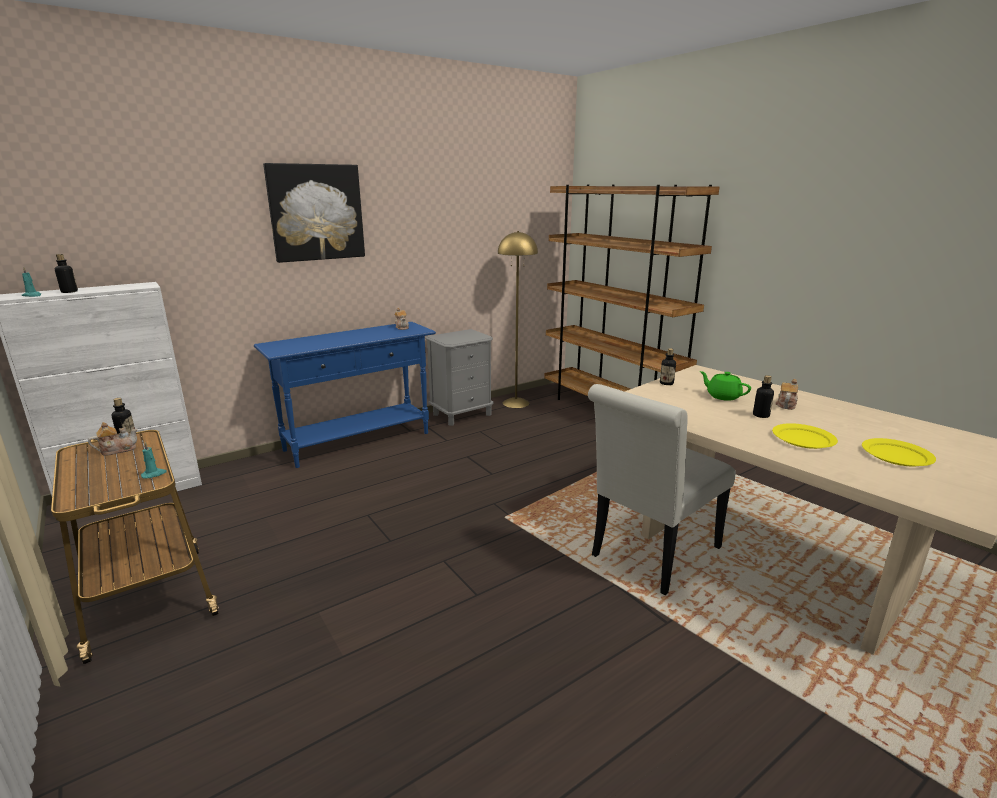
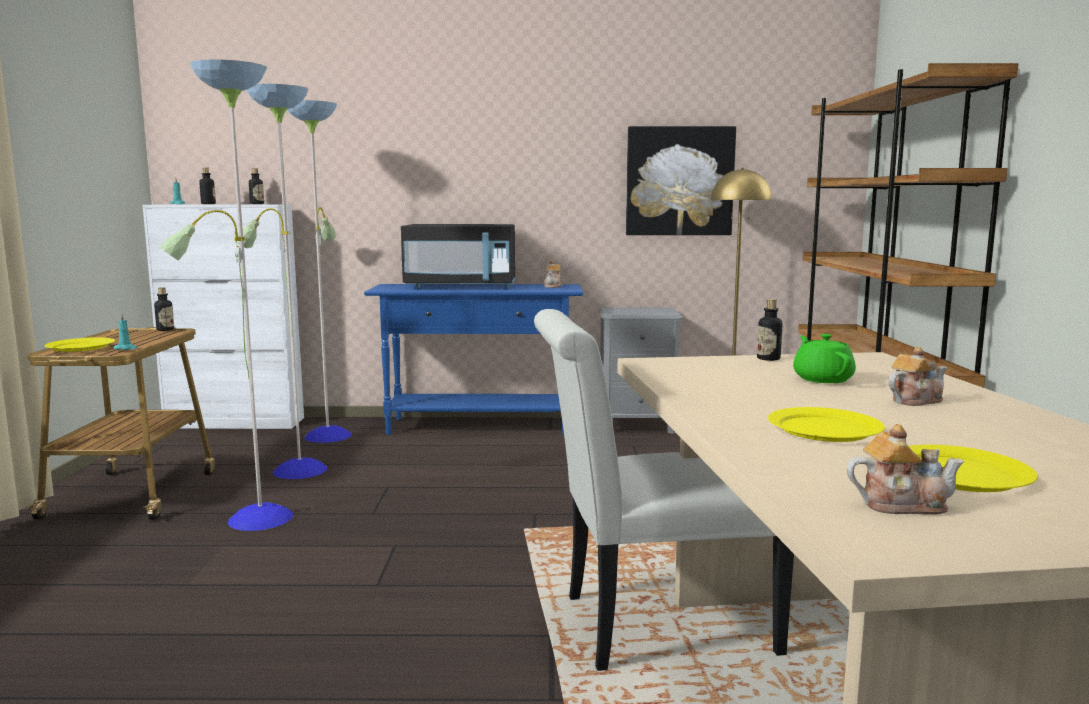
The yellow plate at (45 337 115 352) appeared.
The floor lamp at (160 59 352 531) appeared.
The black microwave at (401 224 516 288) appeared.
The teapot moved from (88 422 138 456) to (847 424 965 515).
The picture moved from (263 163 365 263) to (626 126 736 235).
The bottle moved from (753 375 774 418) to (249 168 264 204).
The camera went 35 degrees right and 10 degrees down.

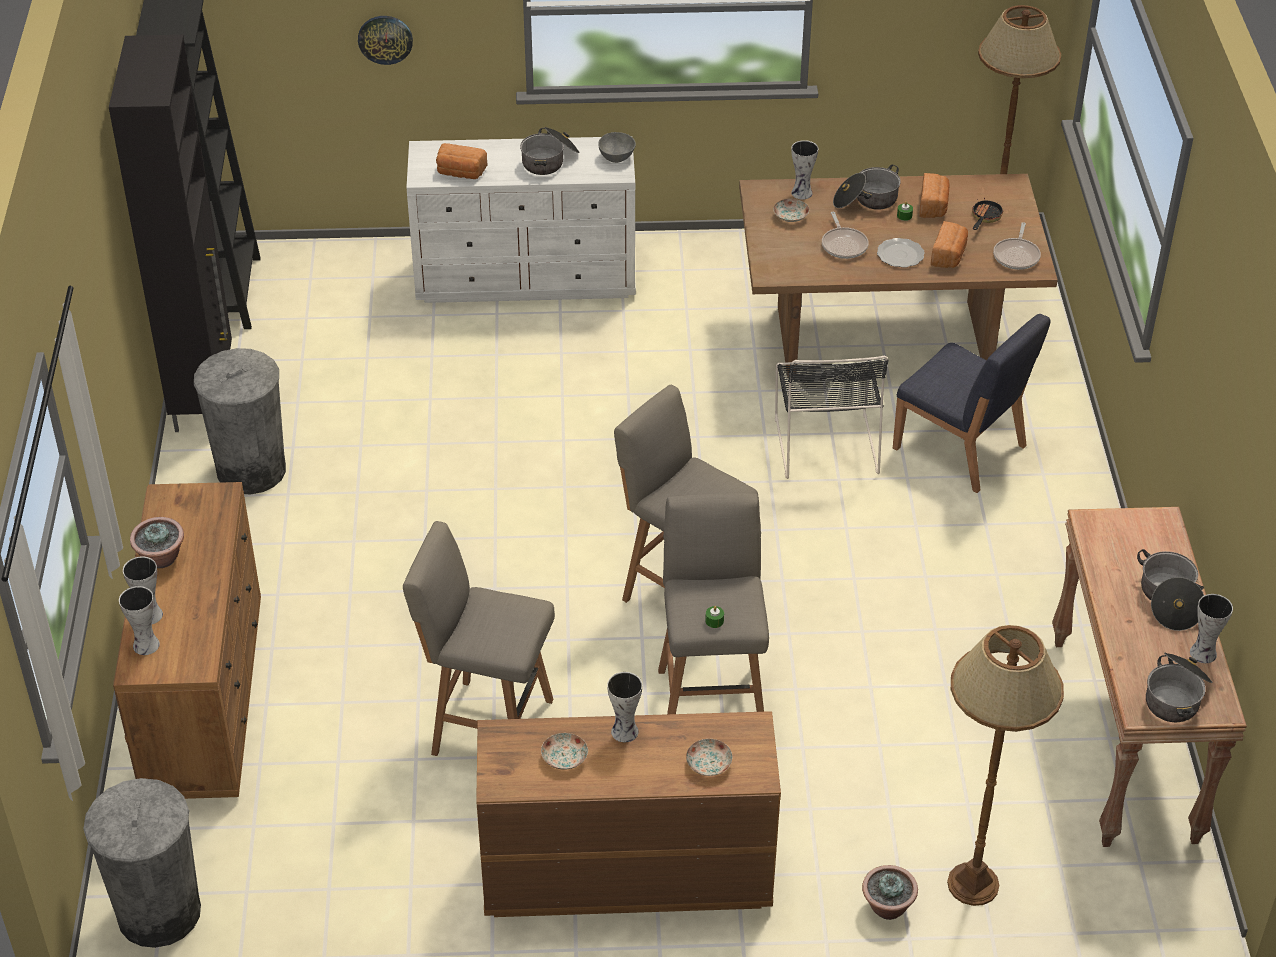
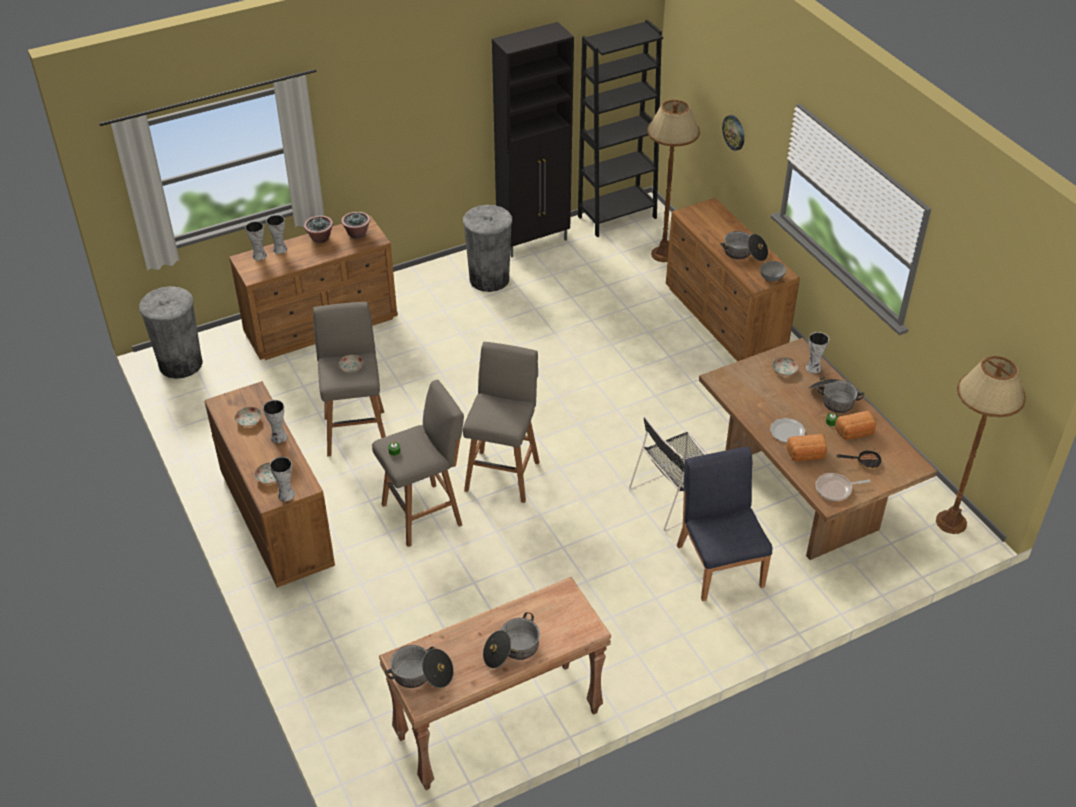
The bread at (436 143 488 179) disappeared.
The frying pan at (822 212 869 259) disappeared.
The plate at (338 355 364 373) appeared.
The potted plant moved from (862 865 918 920) to (341 212 370 239).
The brown floor lamp moved from (947 625 1064 906) to (647 100 700 262).
The vase moved from (1190 594 1233 663) to (270 457 295 501).
The white dresser at (406 136 636 303) became the brown dresser at (666 198 800 362).
The blue chair at (893 314 1051 493) turned 150 degrees clockwise.
The camera went 65 degrees right and 0 degrees up.

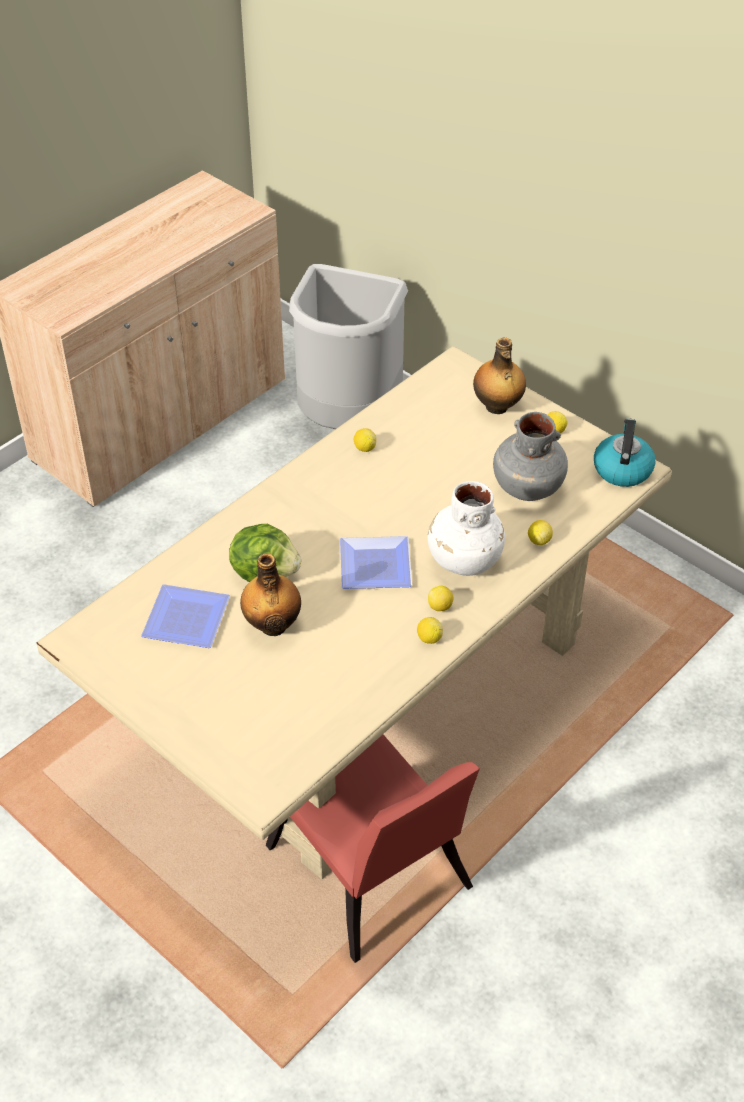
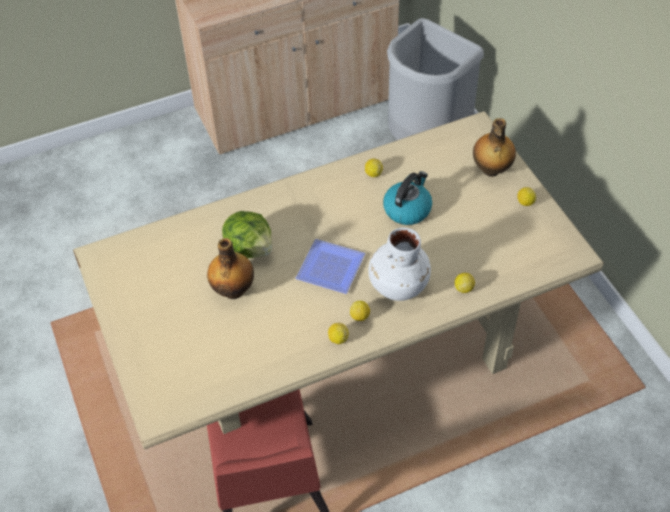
The plate at (141 584 230 648) disappeared.
The grey vase at (493 412 568 501) disappeared.
The kettle moved from (594 418 655 487) to (383 171 432 225).
The camera went 25 degrees right and 5 degrees up.

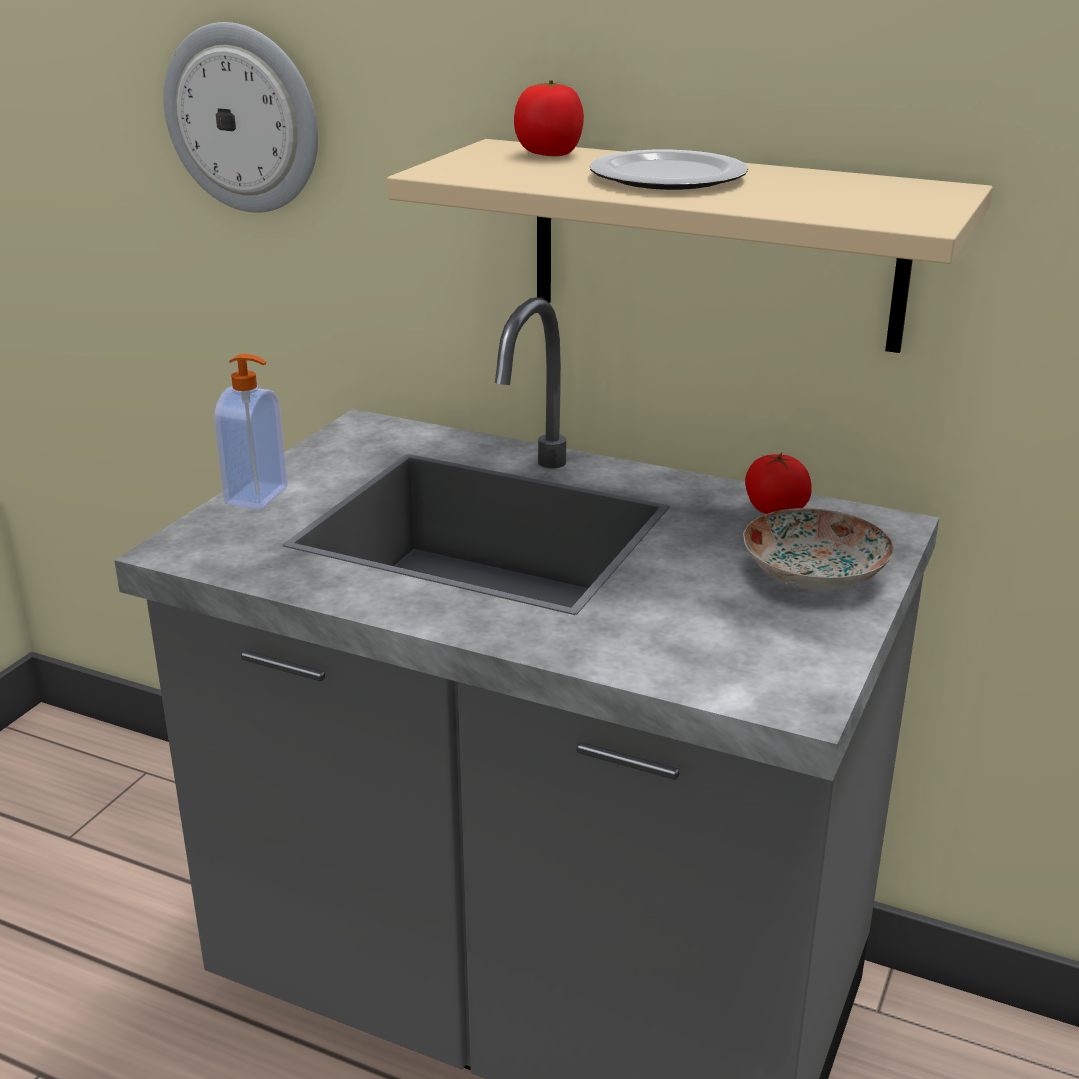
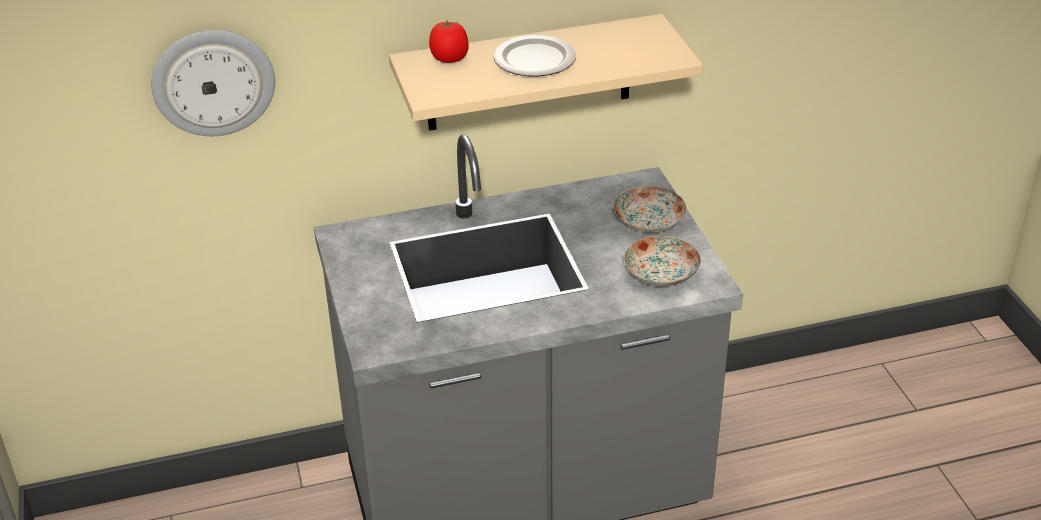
The soap dispenser at (214 354 287 510) disappeared.
The tomato at (745 453 812 514) disappeared.
The plate at (624 236 701 286) appeared.
The camera went 40 degrees left and 10 degrees up.

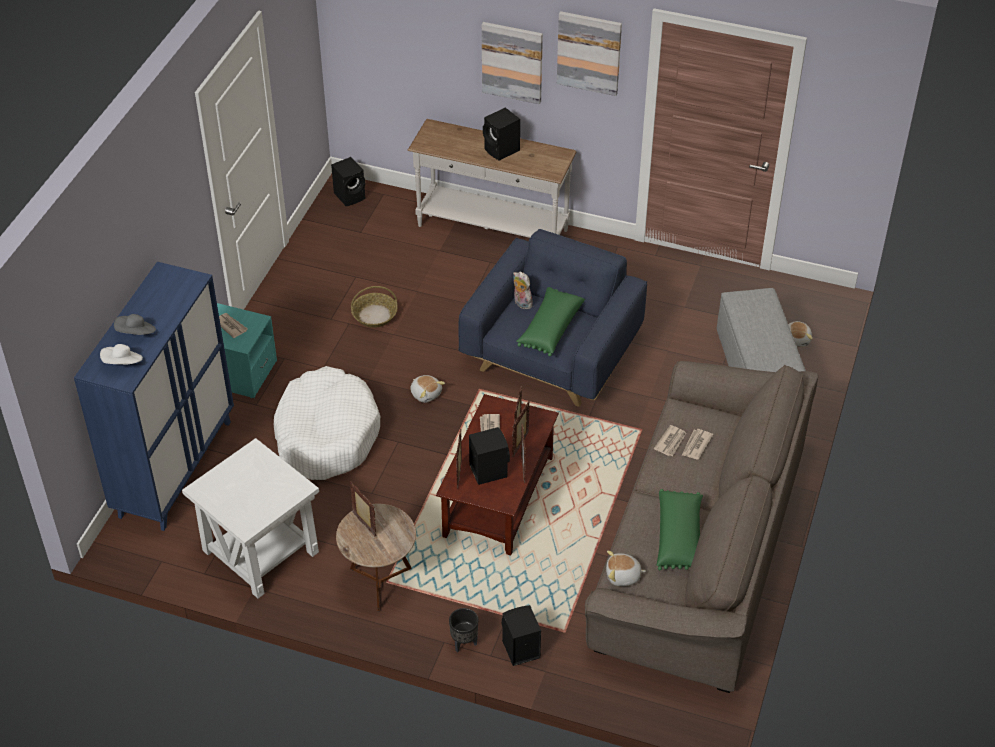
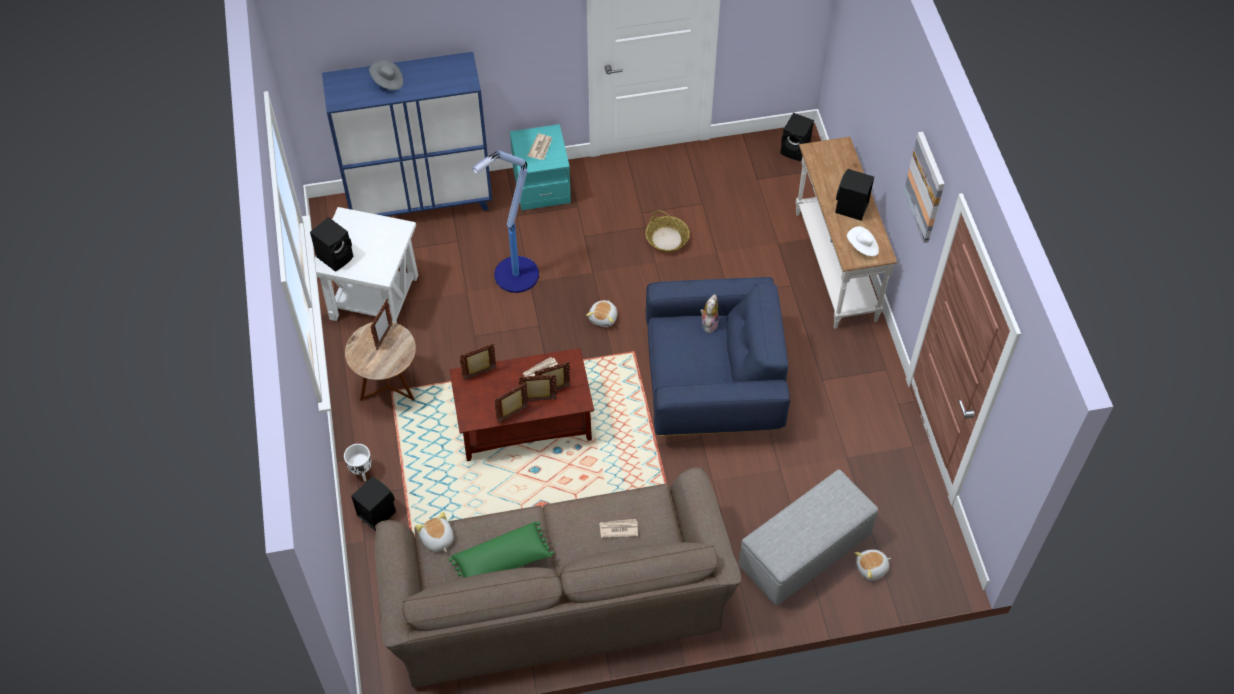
The picture at (482 22 543 104) disappeared.
The green pillow at (516 287 585 356) disappeared.
The newspaper at (654 425 686 456) disappeared.
The white hat moved from (100 344 143 364) to (847 226 879 256).
The black speaker moved from (469 427 510 485) to (310 217 354 272).
The white dog bed at (273 366 380 480) was replaced by the floor lamp at (472 150 539 293).
The black planter at (449 608 478 652) became the white planter at (344 444 372 482).
The camera went 60 degrees right and 10 degrees up.

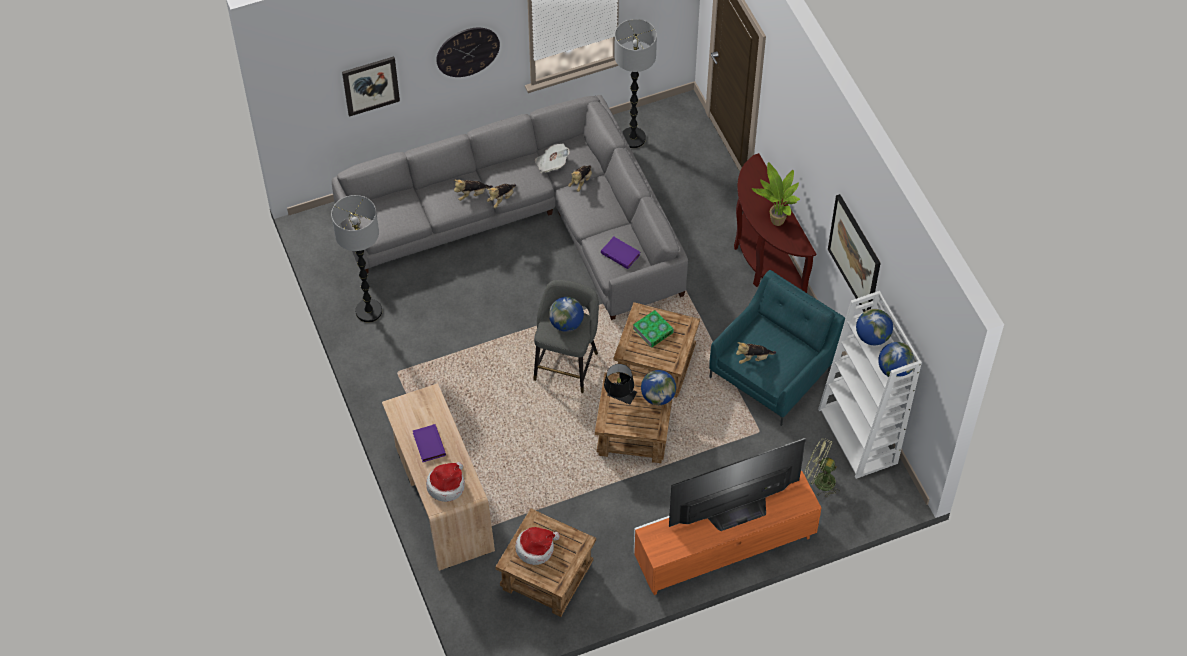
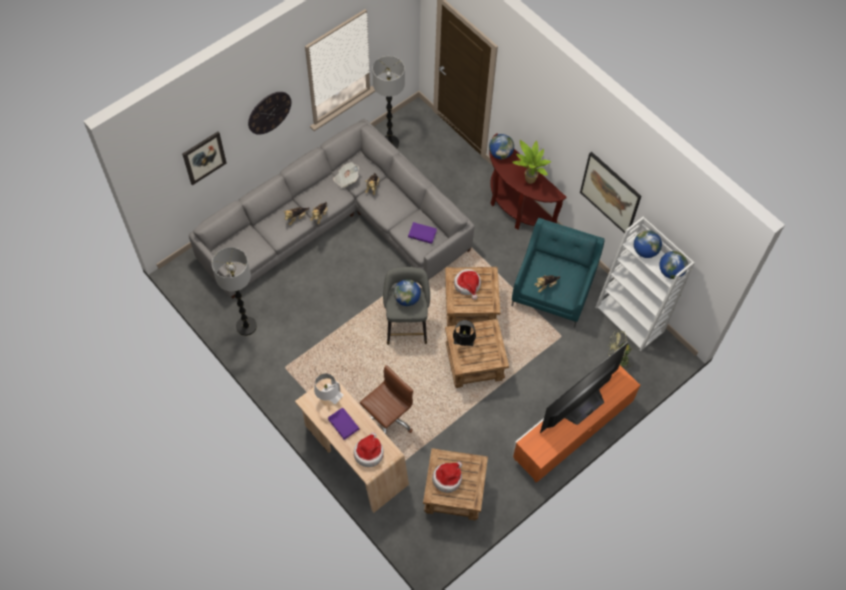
The white table lamp at (314 373 344 404) appeared.
The brown office chair at (360 365 413 434) appeared.
The globe moved from (641 370 676 405) to (489 134 514 159).
The book at (633 310 674 348) was replaced by the hat at (454 269 481 300).
The camera went 20 degrees left and 5 degrees up.

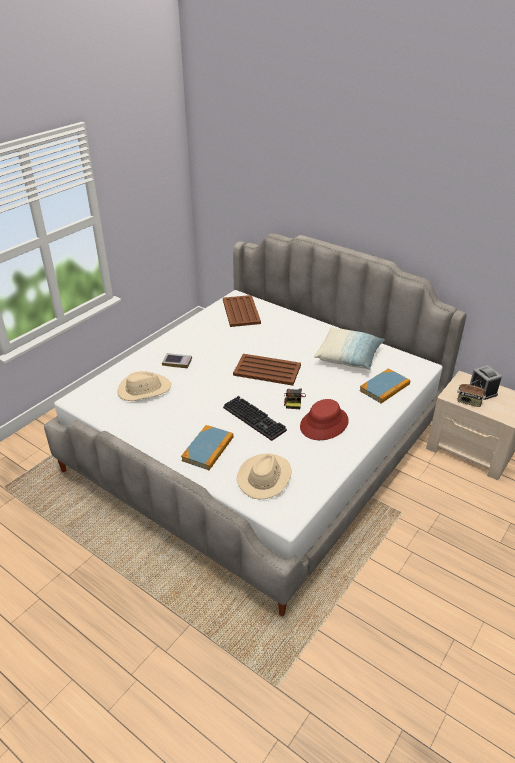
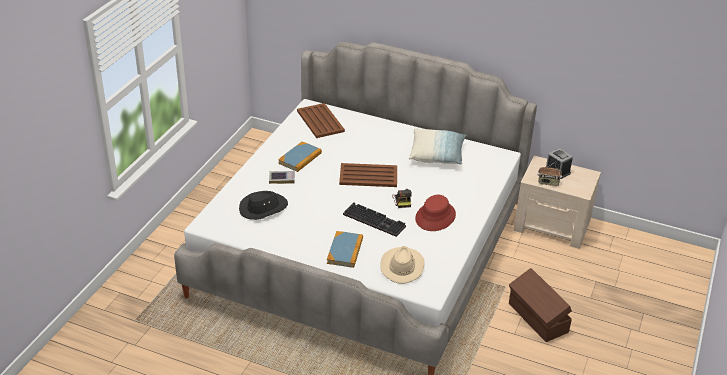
The brown storage box at (509 268 572 342) appeared.
The book moved from (359 368 410 403) to (278 141 322 172).
The beige hat at (118 371 171 401) became the black hat at (239 191 288 220).
The camera went 15 degrees left and 0 degrees up.

